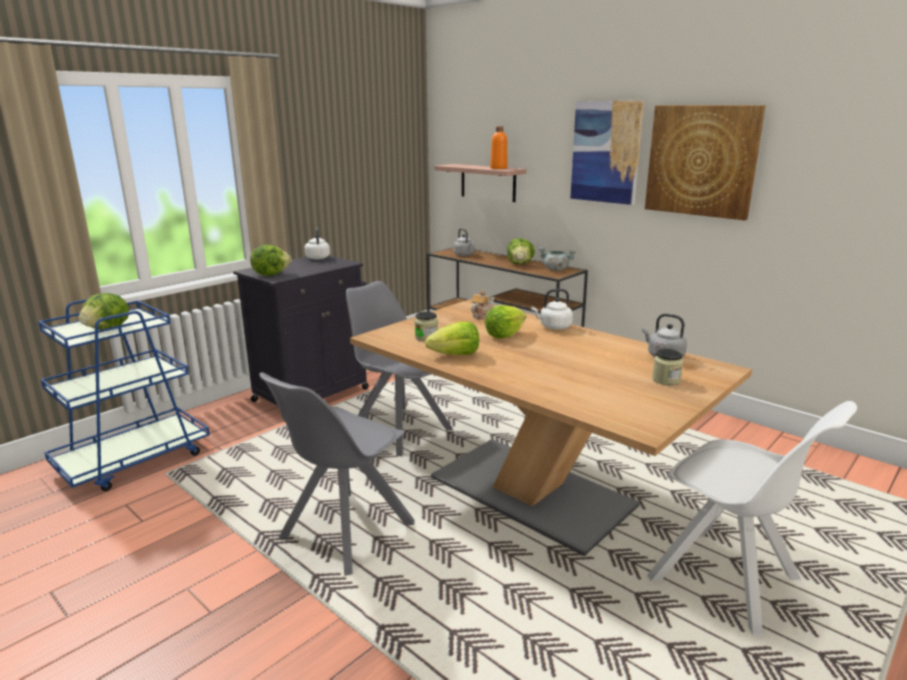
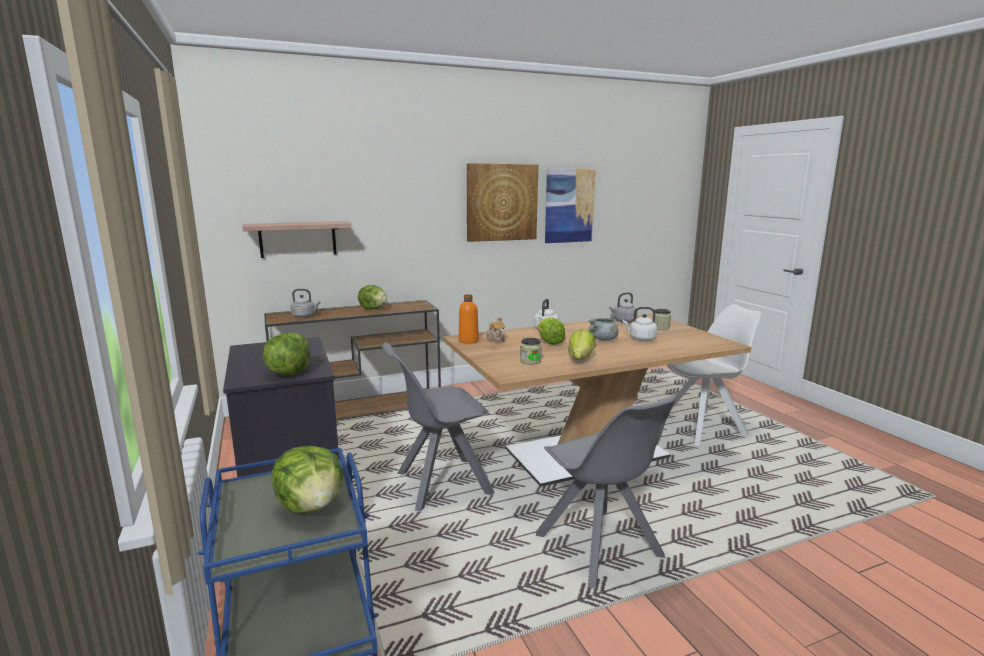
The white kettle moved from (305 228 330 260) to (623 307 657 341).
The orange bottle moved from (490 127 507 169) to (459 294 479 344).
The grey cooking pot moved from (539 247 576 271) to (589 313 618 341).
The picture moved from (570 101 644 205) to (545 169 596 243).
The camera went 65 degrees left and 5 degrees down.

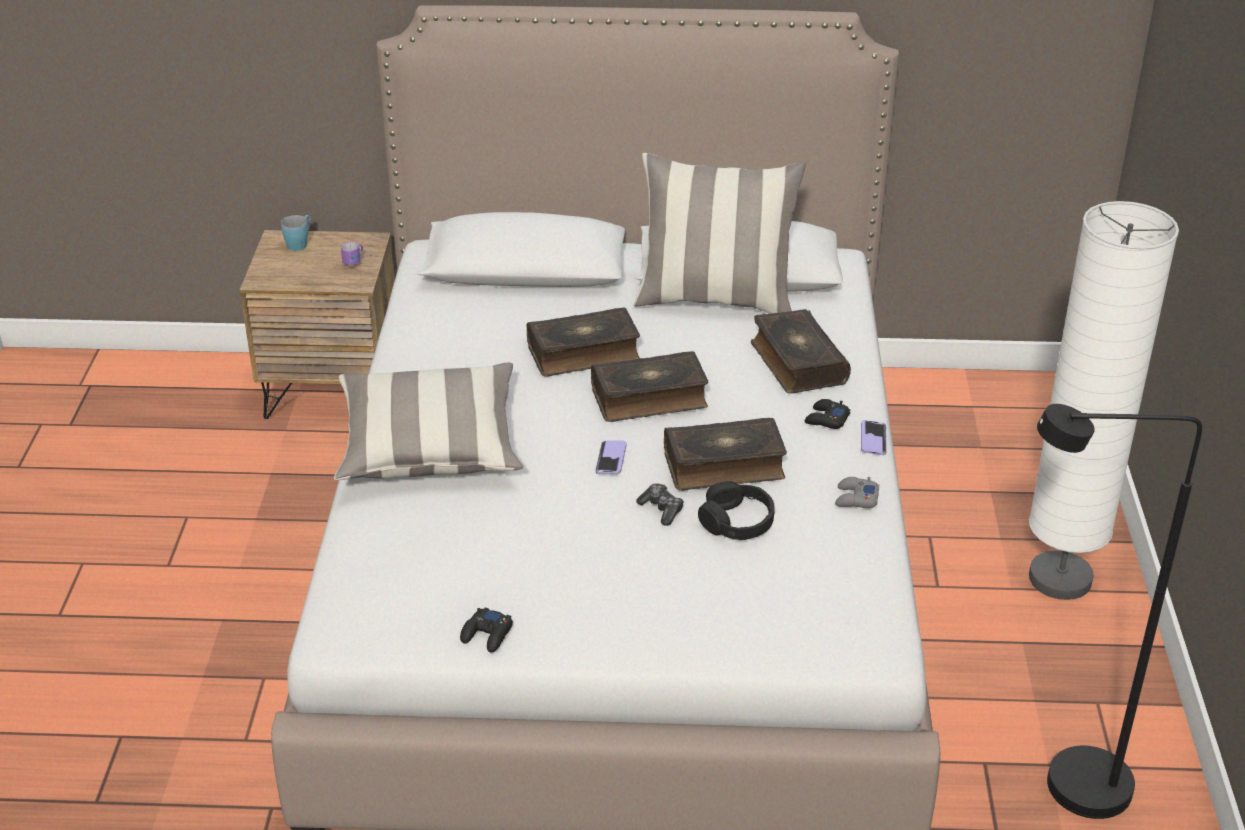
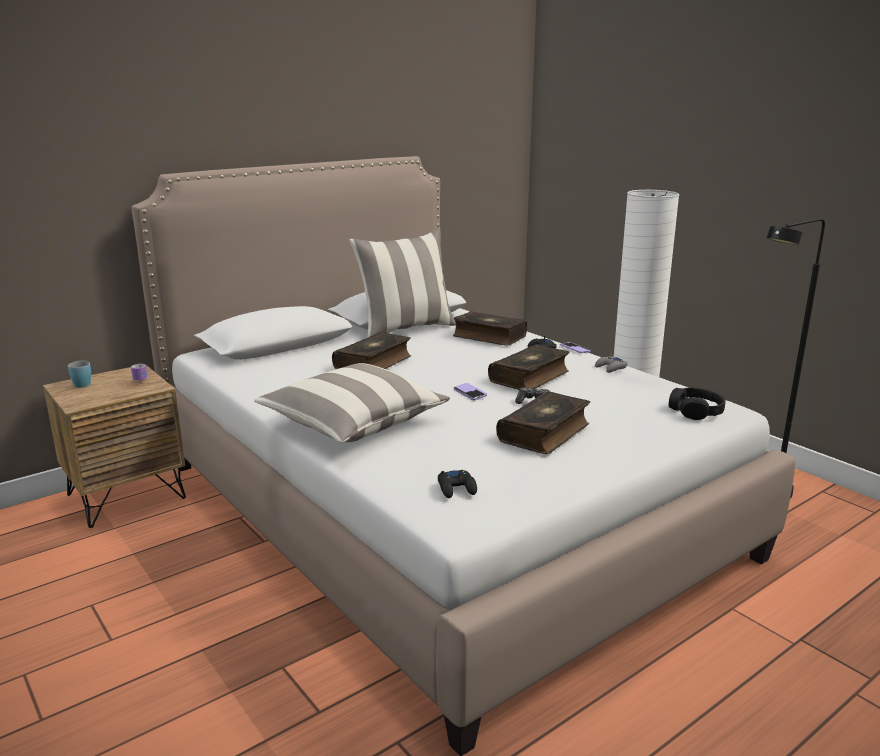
The black game controller moved from (460 608 513 652) to (438 470 477 498).
The book moved from (591 351 708 422) to (496 391 590 454).
The black headphones moved from (698 481 774 540) to (669 387 726 420).
The camera went 40 degrees left and 15 degrees down.

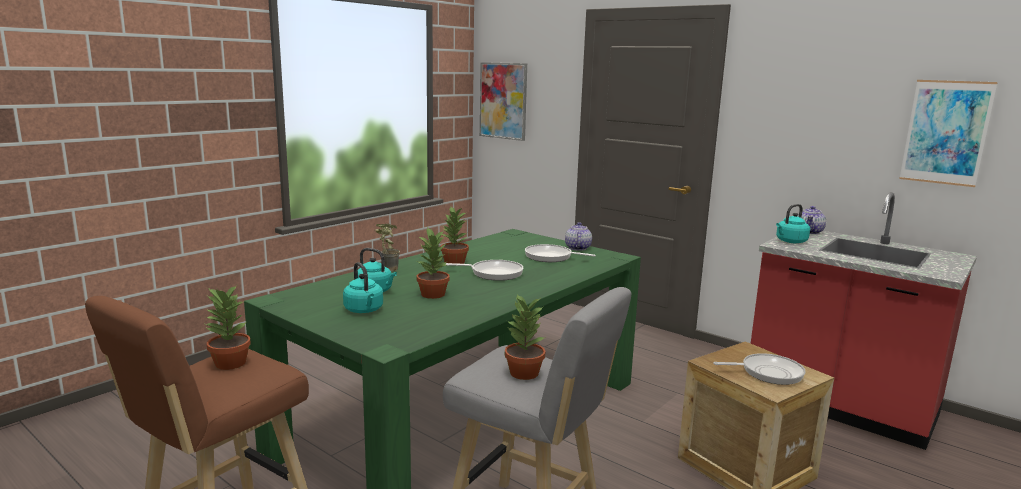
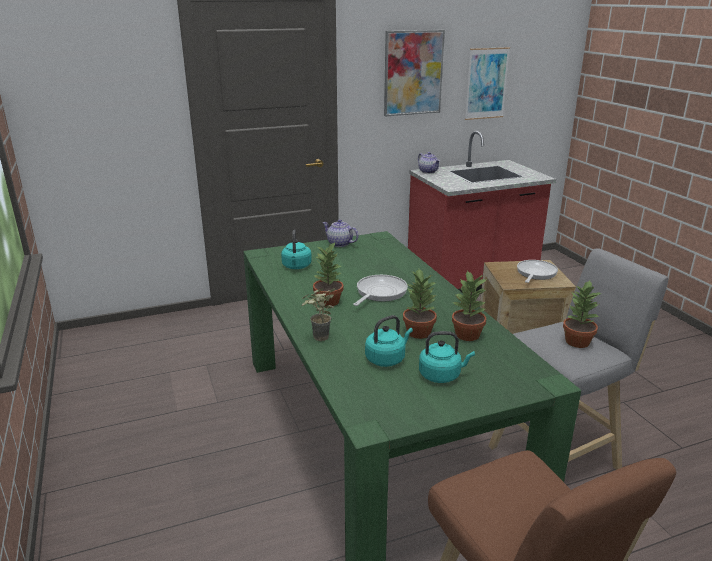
The frying pan at (525 244 596 262) disappeared.
The potted plant moved from (205 285 251 370) to (452 270 487 341).
The picture moved from (480 62 527 141) to (384 30 445 116).
The turquoise kettle moved from (776 204 810 243) to (281 230 312 269).
The camera went 60 degrees left and 10 degrees up.

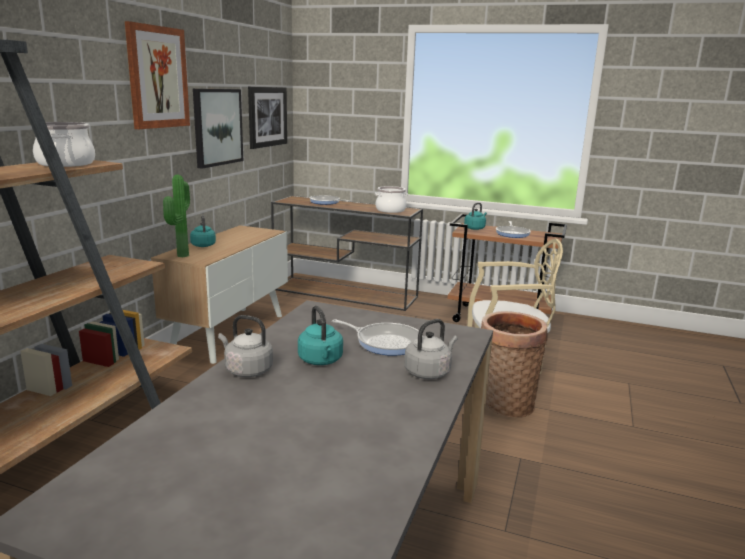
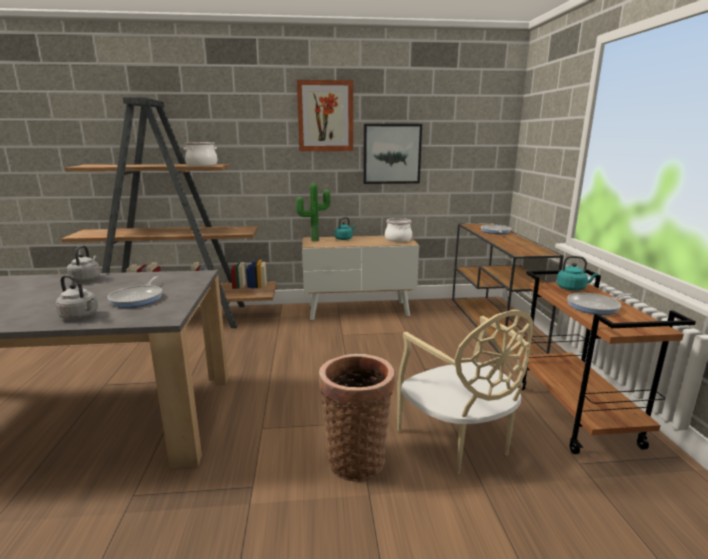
The picture at (248 86 287 149) disappeared.
The turquoise kettle at (298 306 343 365) disappeared.
The cooking pot moved from (375 186 408 213) to (385 218 412 242).
The camera went 65 degrees right and 0 degrees up.

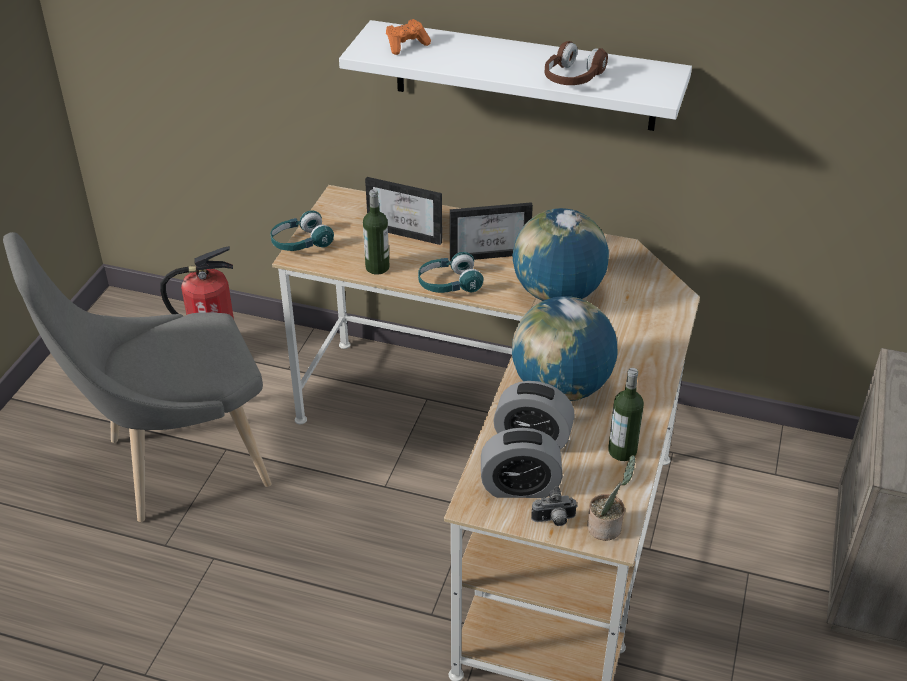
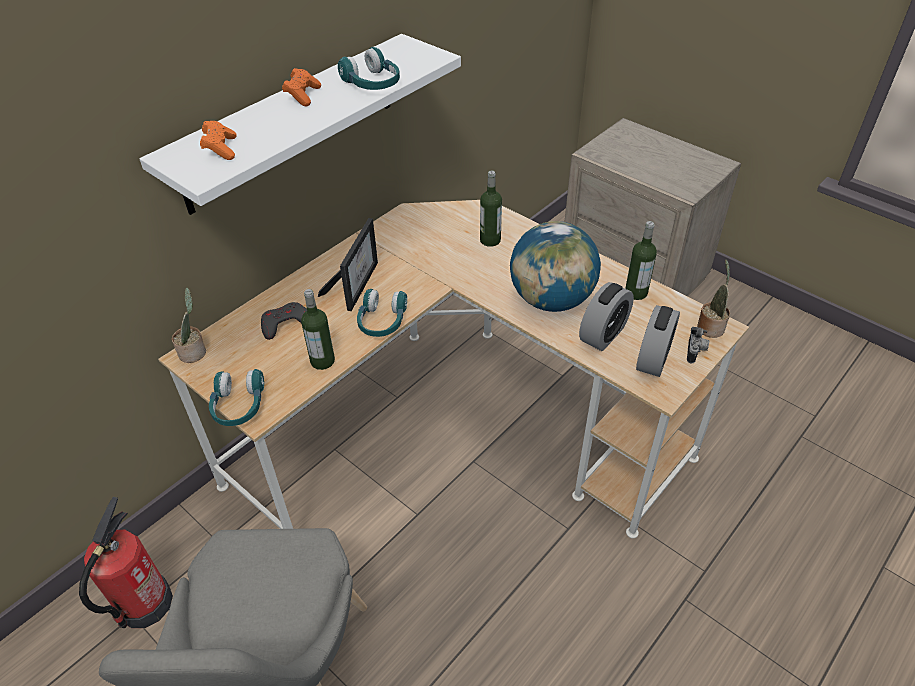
The globe at (513 208 609 301) disappeared.
The potted plant at (172 288 206 363) appeared.
The orange game controller at (282 68 321 106) appeared.
The bottle at (480 170 502 247) appeared.
The picture frame at (365 177 442 245) was replaced by the grey game controller at (261 302 307 340).
The brown headphones at (545 41 608 85) became the turquoise headphones at (338 47 400 90).
The camera went 65 degrees left and 5 degrees up.

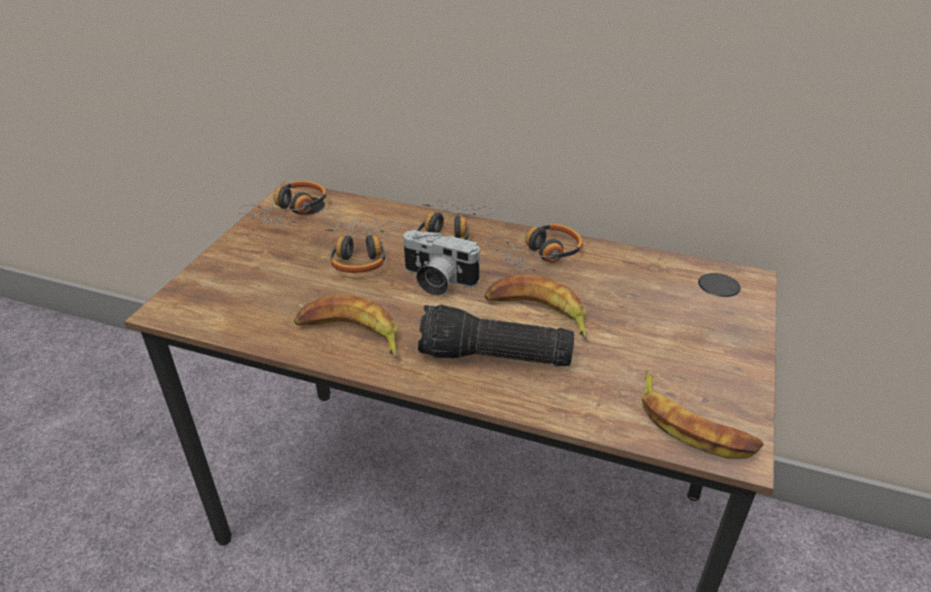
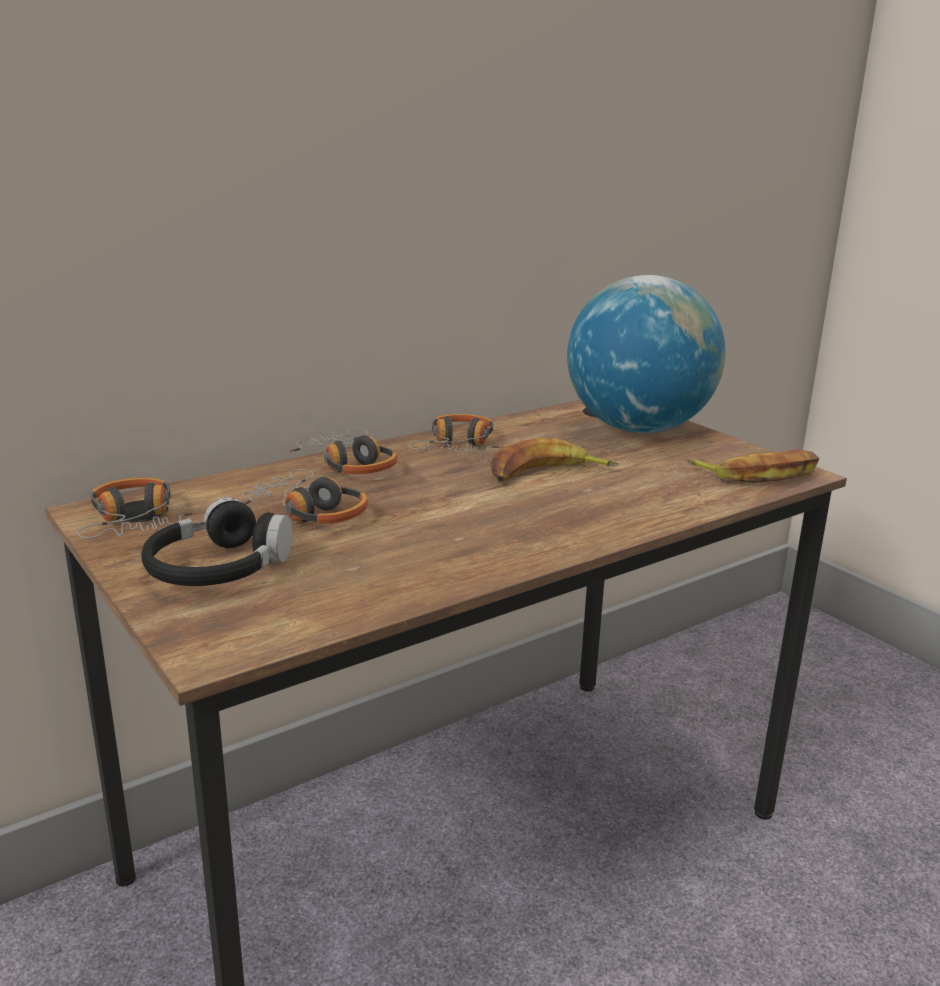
The banana at (294 295 397 358) disappeared.
The photo camera at (402 230 482 296) disappeared.
The flashlight at (418 304 574 366) disappeared.
The black headphones at (141 497 292 586) appeared.
The globe at (567 275 725 433) appeared.
The camera went 55 degrees left and 15 degrees down.

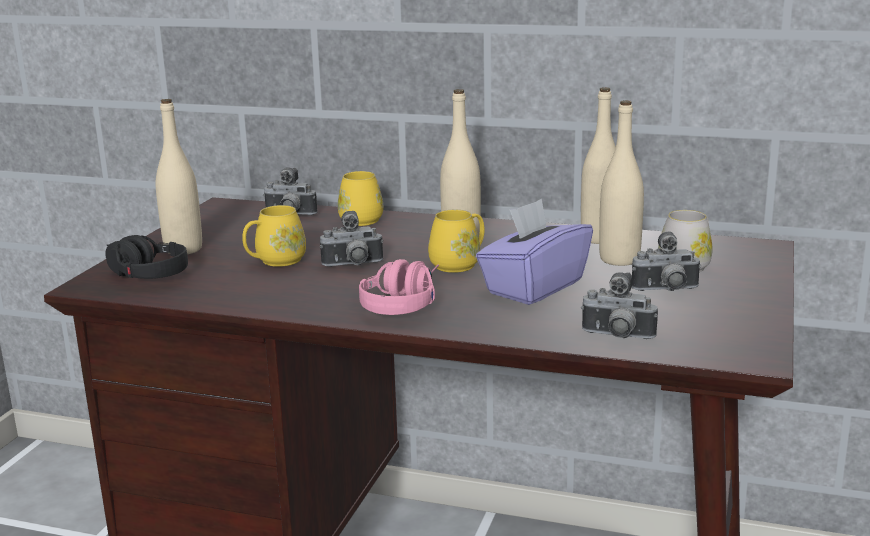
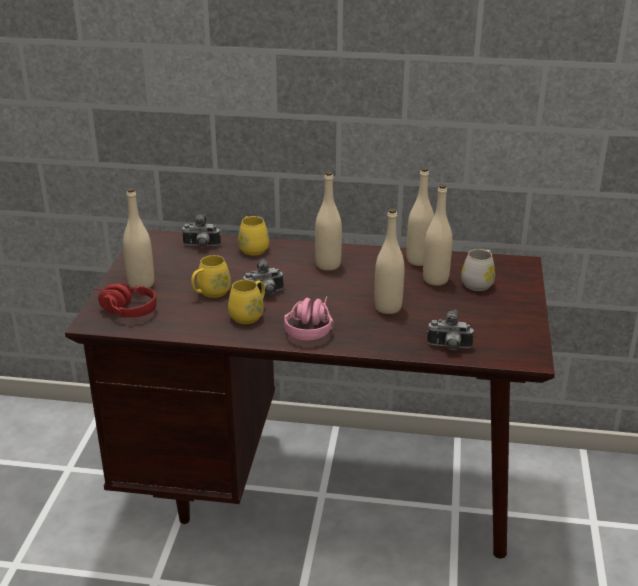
The photo camera at (632 231 701 291) disappeared.
The yellow mug moved from (428 210 484 273) to (228 279 265 324).
The purple tissue box at (476 199 593 305) was replaced by the beige bottle at (375 208 405 314).
The black headphones at (105 235 188 279) became the red headphones at (93 283 157 317).
The camera went 10 degrees left and 10 degrees up.

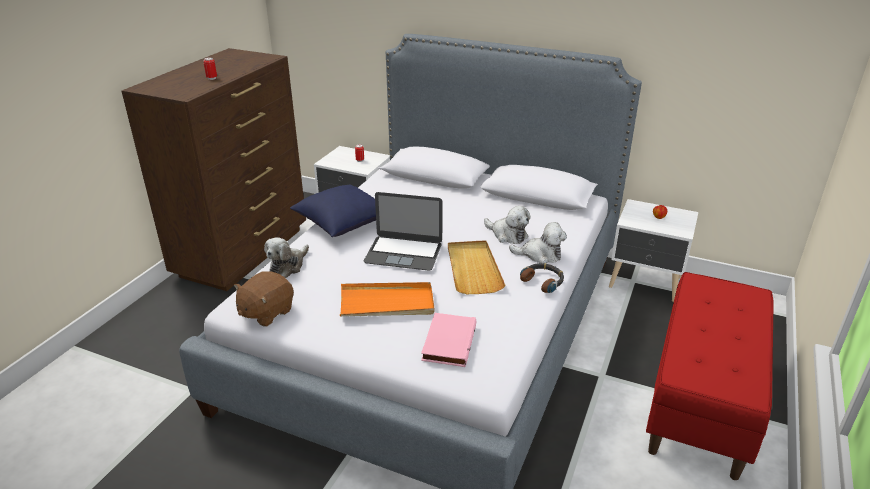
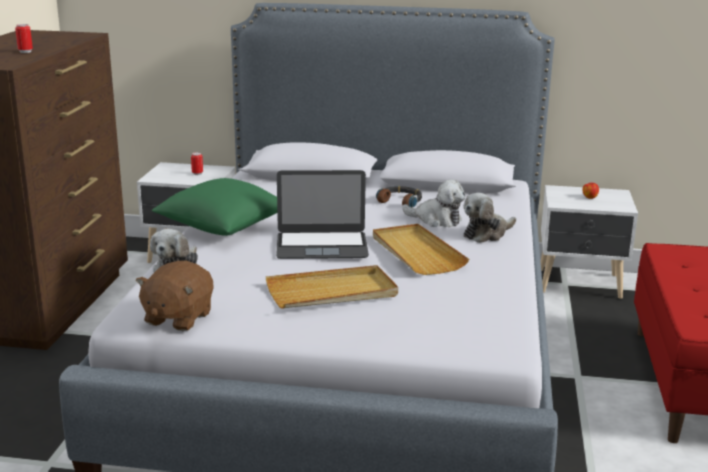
The pink book at (421 313 476 367) disappeared.
The headphones moved from (520 263 564 293) to (376 186 422 208).
The blue pillow at (290 184 376 237) became the green pillow at (152 178 277 236).
The orange tray at (340 282 434 316) became the beige tray at (266 265 398 308).
The plush toy at (509 222 567 263) turned 150 degrees clockwise.
The camera went 15 degrees left and 10 degrees down.

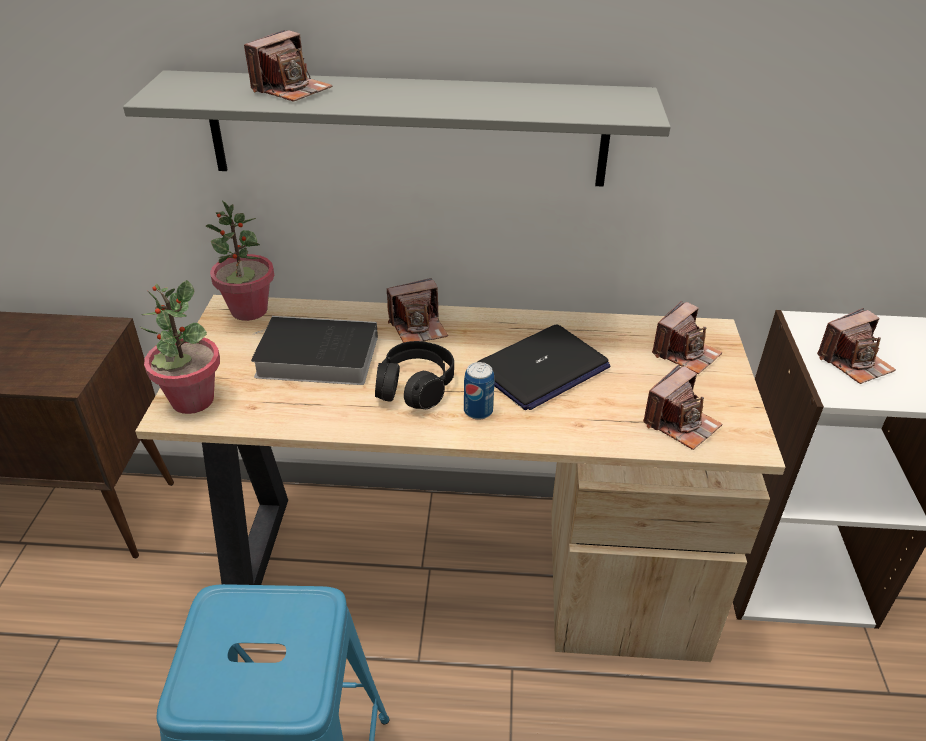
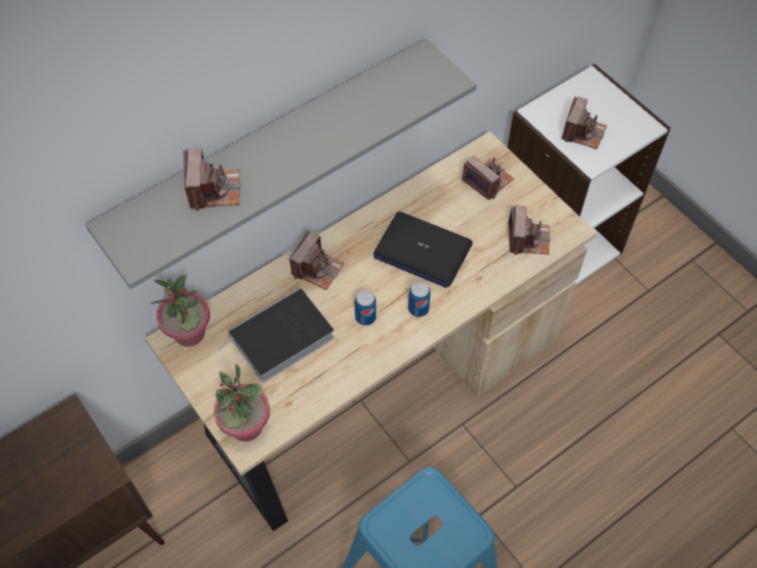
The black headphones at (375 341 454 409) was replaced by the can at (355 290 376 326).
The laptop at (478 324 610 410) turned 105 degrees clockwise.
The photo camera at (652 301 723 374) turned 45 degrees counterclockwise.
The camera went 40 degrees left and 20 degrees up.

